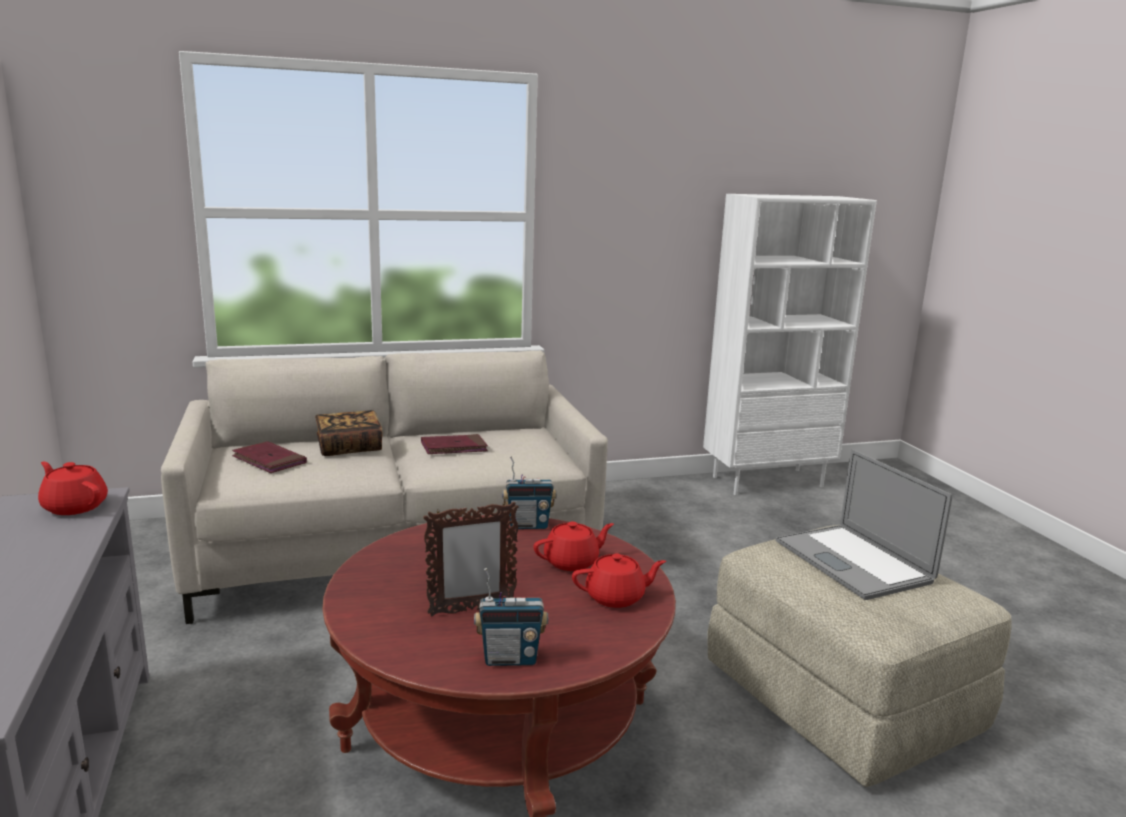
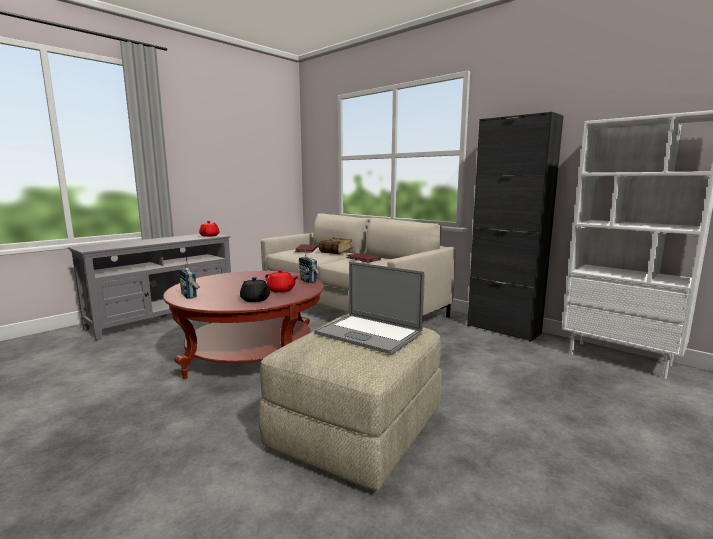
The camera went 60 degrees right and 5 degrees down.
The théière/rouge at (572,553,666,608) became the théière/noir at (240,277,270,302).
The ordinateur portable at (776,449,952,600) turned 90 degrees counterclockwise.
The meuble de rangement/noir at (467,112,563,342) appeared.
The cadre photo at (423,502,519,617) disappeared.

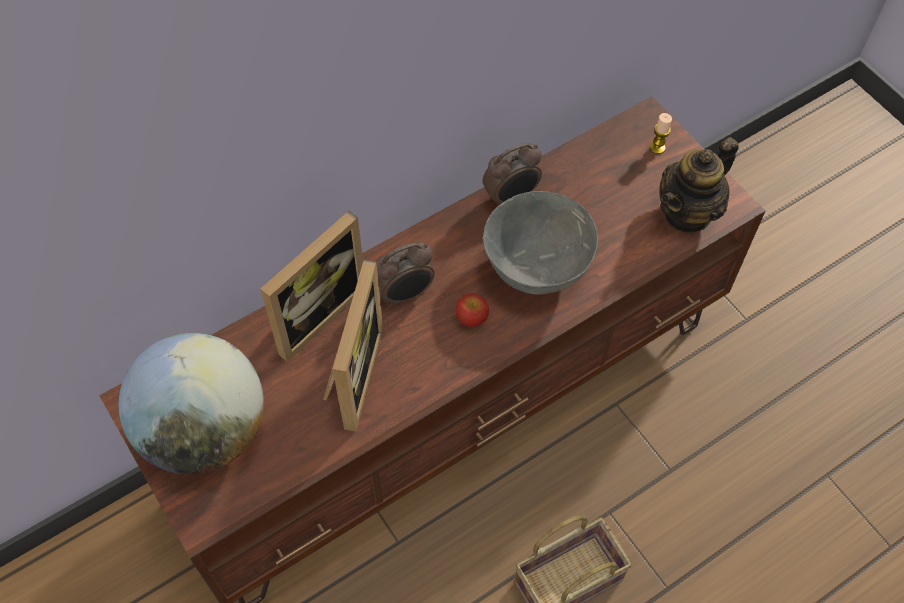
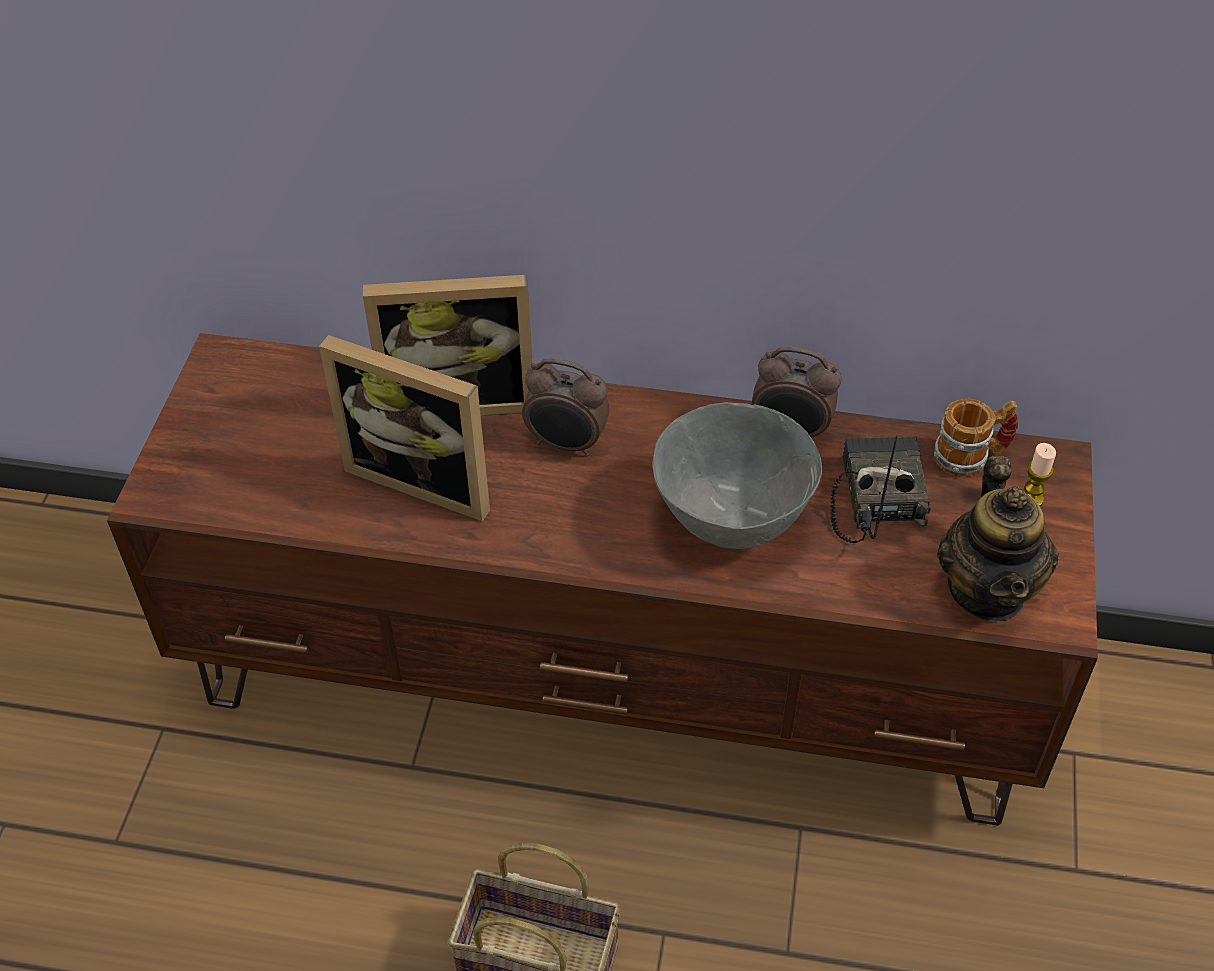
The camera went 45 degrees right and 10 degrees down.
The cadre photo at (323,260,383,431) turned 60 degrees clockwise.
The radio at (830,436,931,543) appeared.
The mug at (934,398,1018,477) appeared.
The théière at (659,137,739,234) turned 90 degrees counterclockwise.
The globe at (118,333,264,475) disappeared.
The pomme at (456,294,489,327) disappeared.

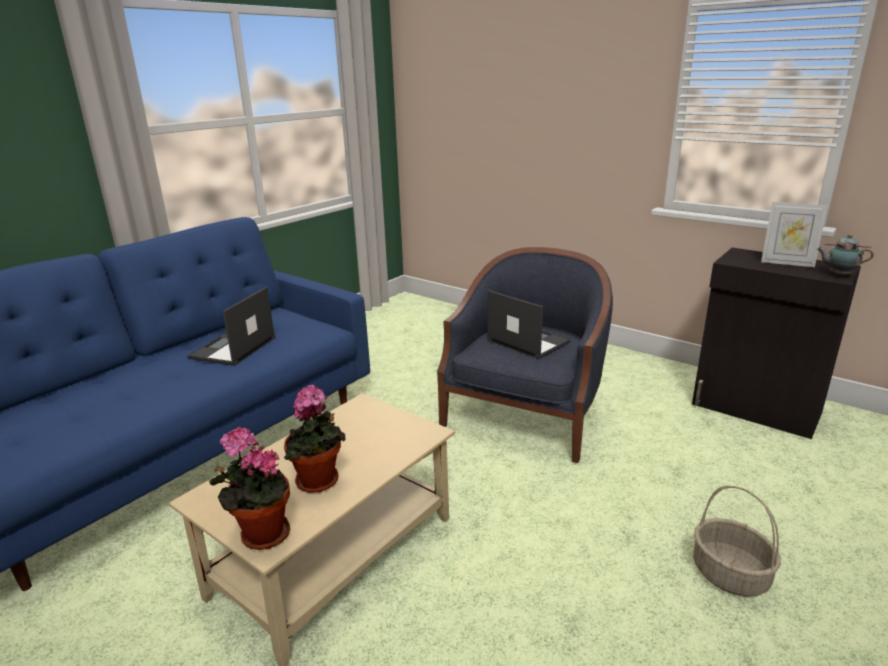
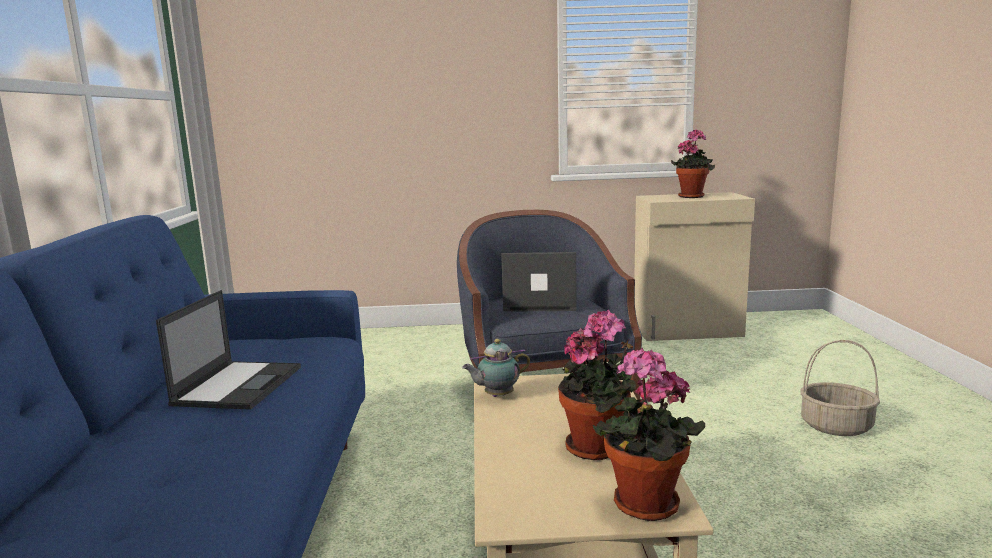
The camera went 40 degrees left and 10 degrees down.
The ordinateur portable at (187,287,275,366) turned 150 degrees counterclockwise.
The théière moved from (817,234,874,276) to (462,339,530,397).
The meuble de rangement/noir at (692,248,861,439) became the meuble de rangement/beige at (634,192,755,341).
The cadre photo at (761,202,828,267) was replaced by the plante en pot at (671,129,715,198).

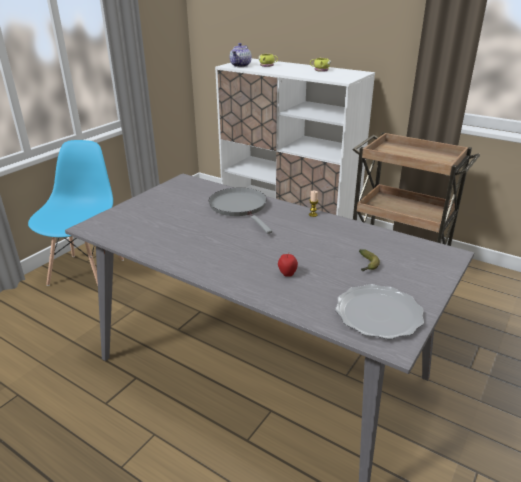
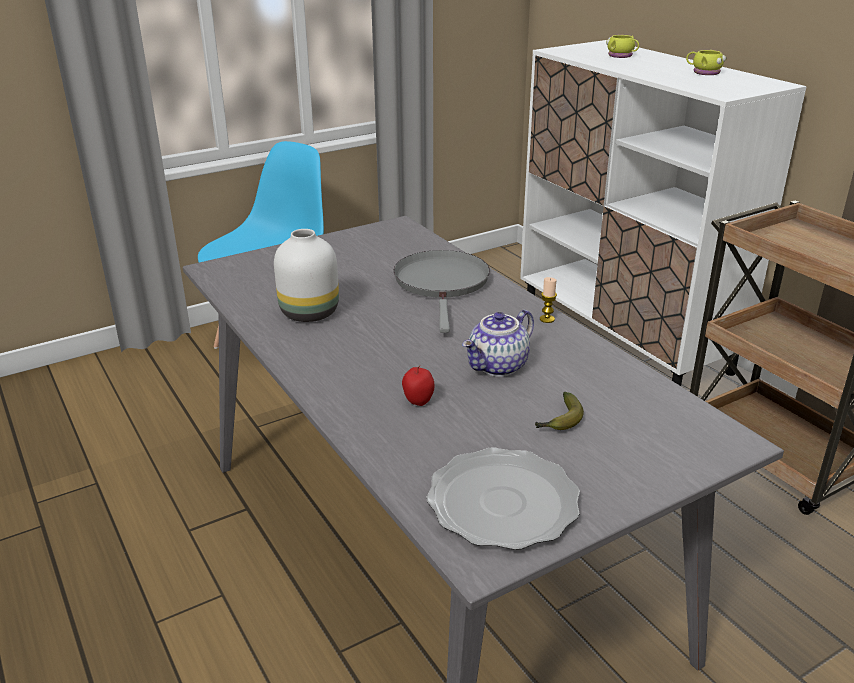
The camera went 25 degrees right and 0 degrees up.
The vase/blanc at (274,229,339,322) appeared.
The théière moved from (230,43,252,67) to (462,309,534,377).

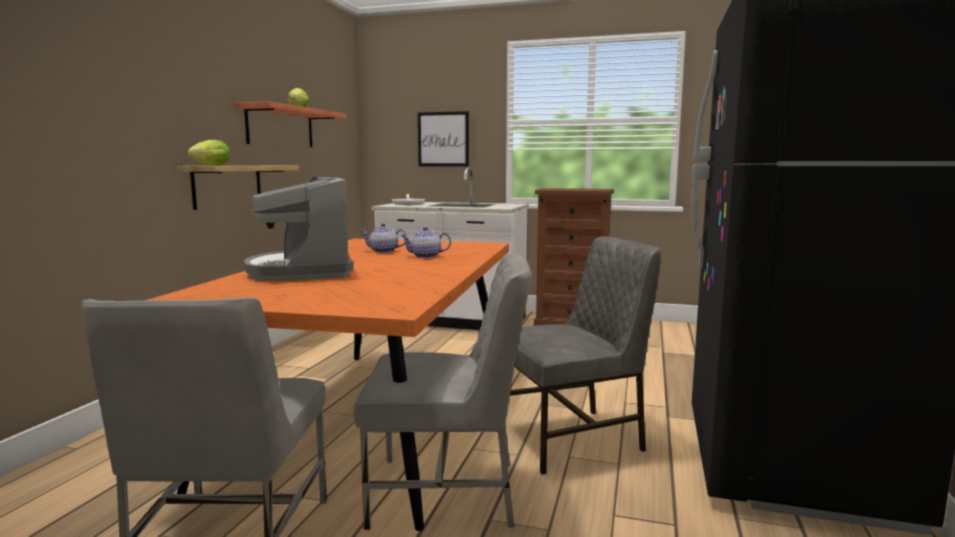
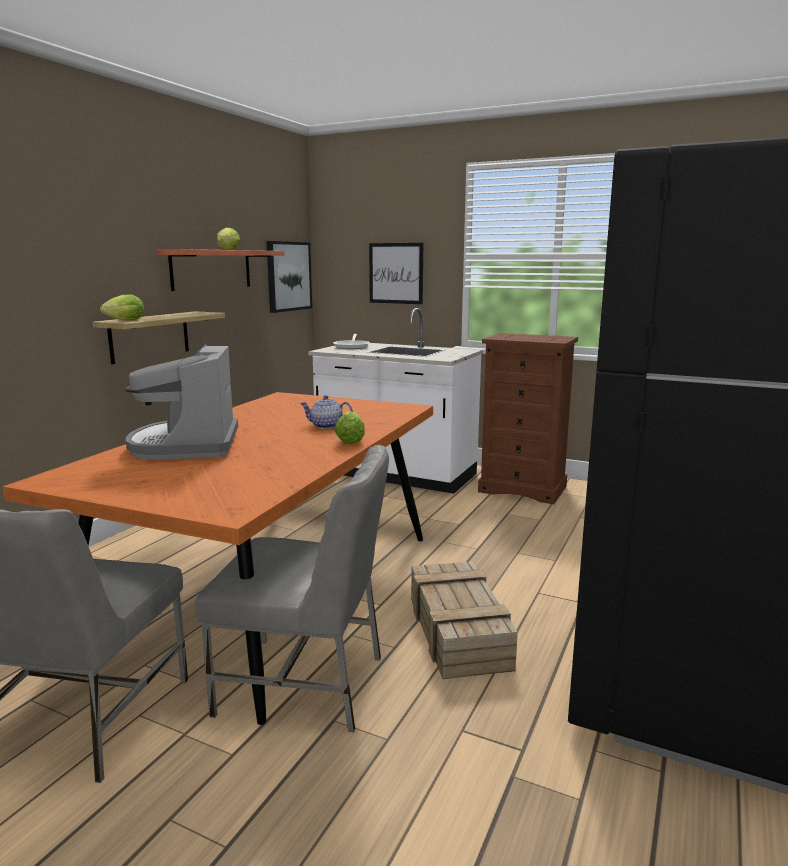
The camera went 10 degrees right and 5 degrees up.
The tableau at (266,241,312,313) appeared.
The laitue at (334,411,365,444) appeared.
The chaise/gris at (510,236,661,475) was replaced by the caisse at (411,561,518,679).
The théière at (360,223,407,253) disappeared.

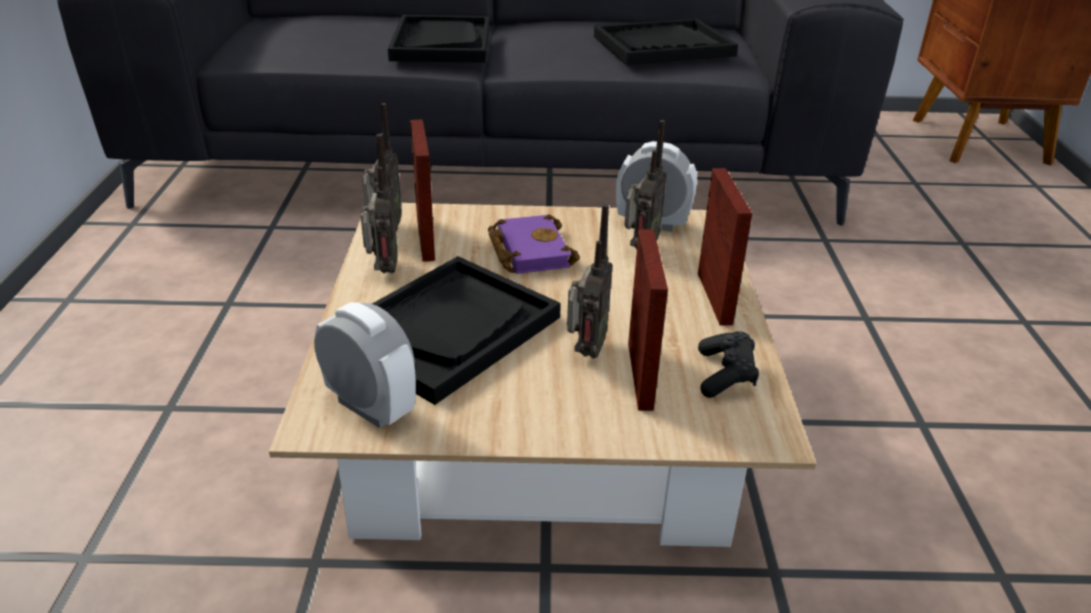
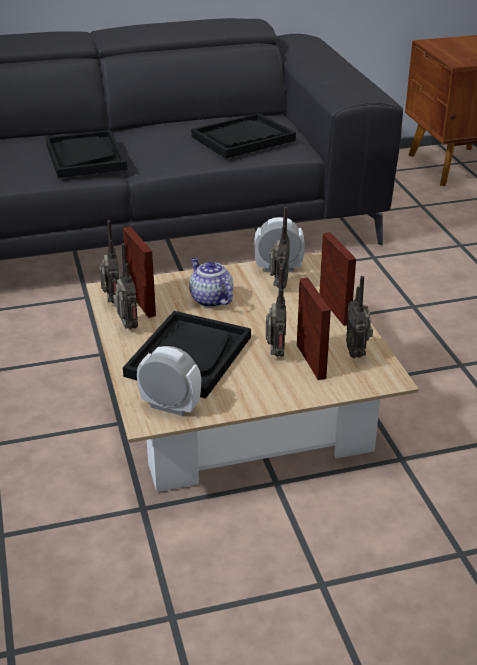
The camera went 15 degrees left and 0 degrees up.
The livre/violet at (488,214,580,274) was replaced by the théière at (189,257,233,307).
The manette/noir at (698,331,759,398) was replaced by the radio at (346,276,373,358).

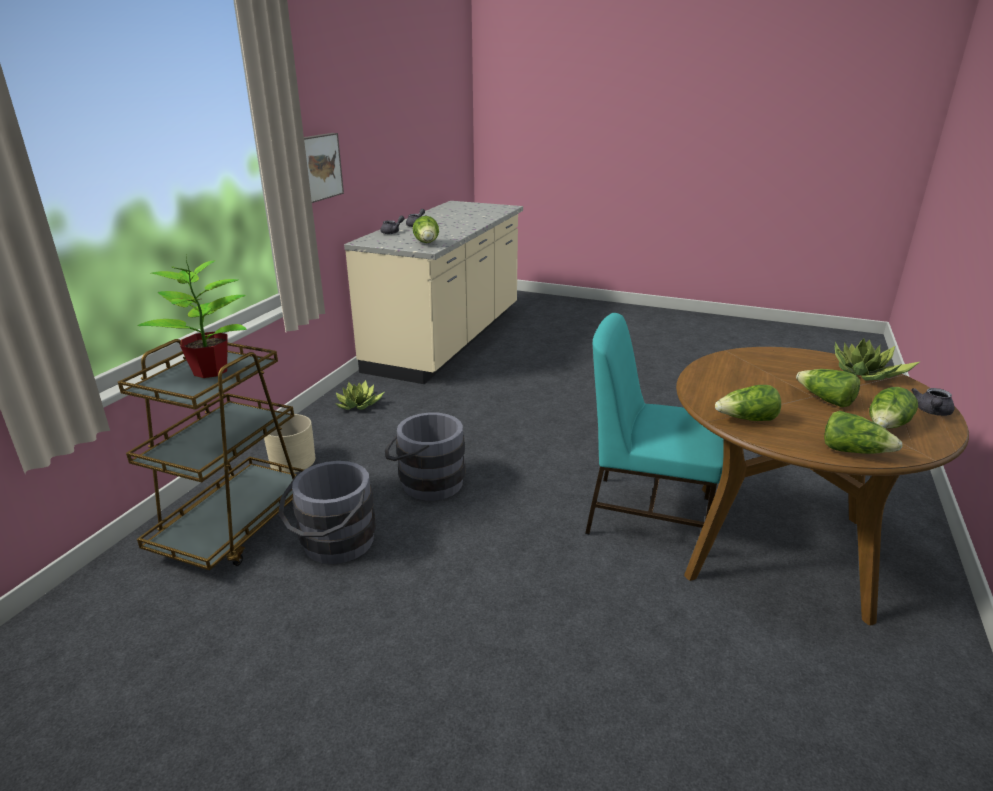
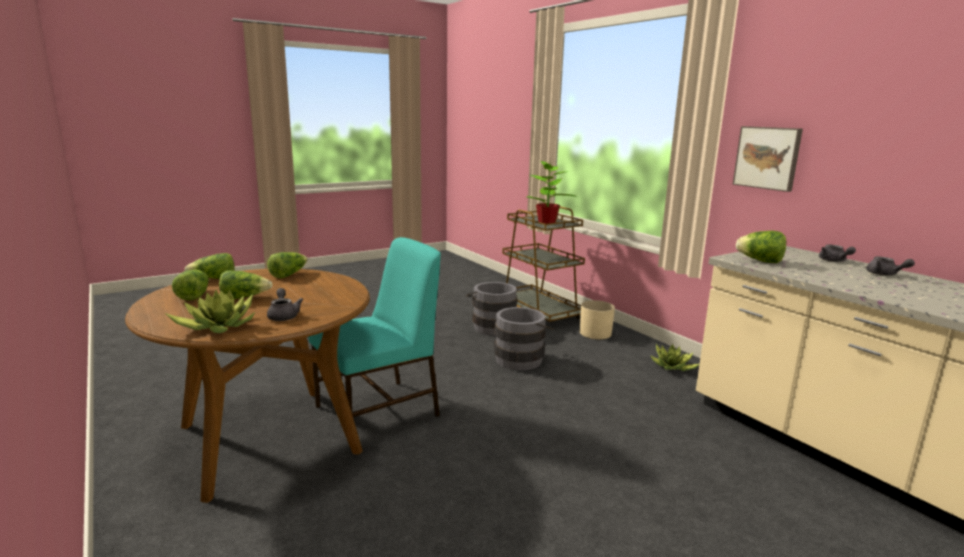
The camera went 125 degrees right and 10 degrees down.
The théière/gris moved from (911,388,955,416) to (267,288,304,321).

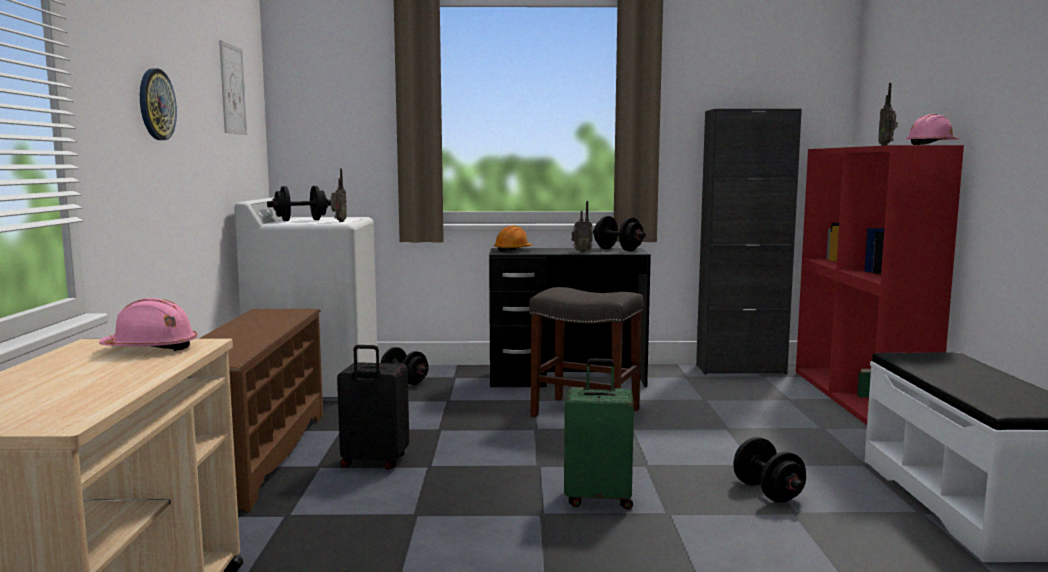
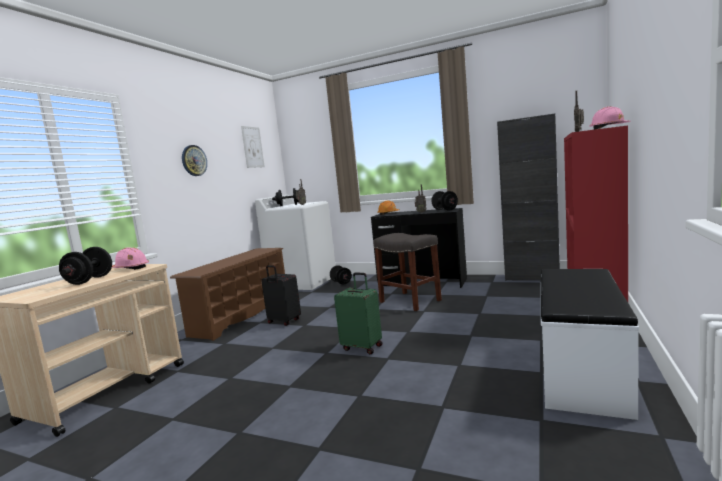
The camera went 25 degrees right and 0 degrees up.
The haltère/noir moved from (733,437,806,503) to (59,247,112,285).

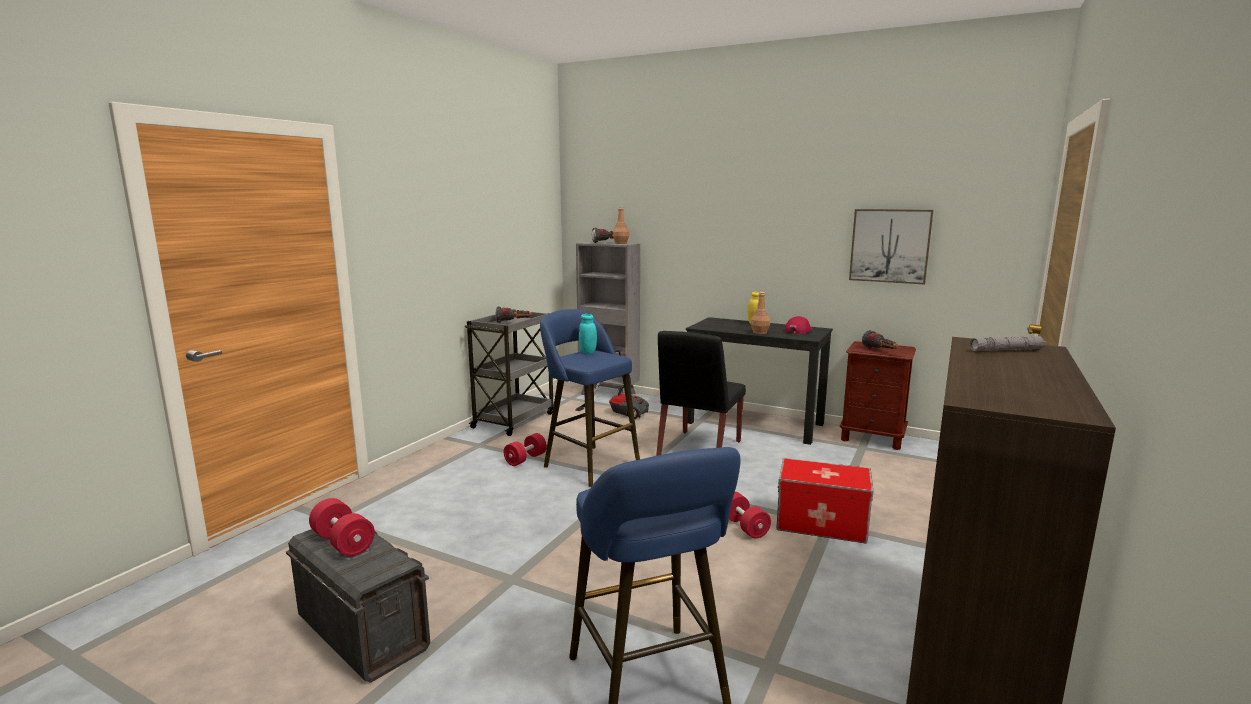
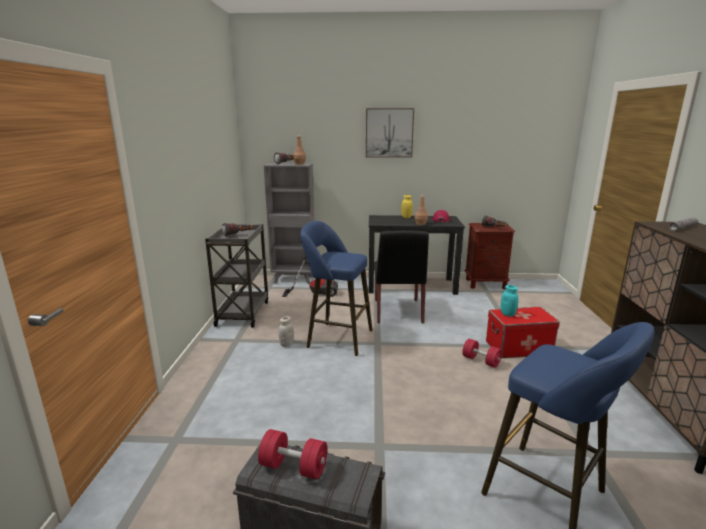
The camera went 25 degrees left and 5 degrees up.
The haltère/rouge at (504,433,547,466) was replaced by the bocal/blanc at (278,316,294,347).
The tableau moved from (849,209,933,285) to (366,108,414,158).
The bocal/turquoise moved from (579,314,597,354) to (501,285,518,316).

